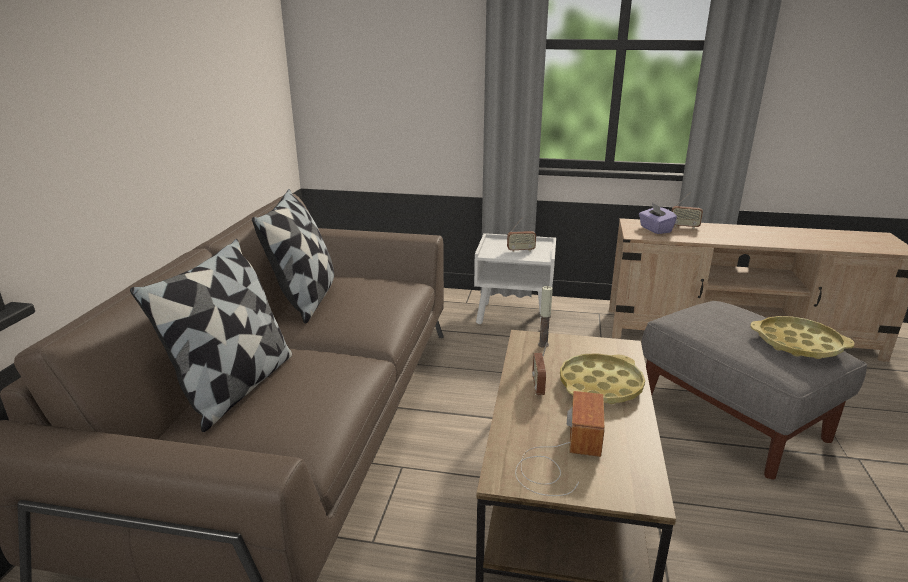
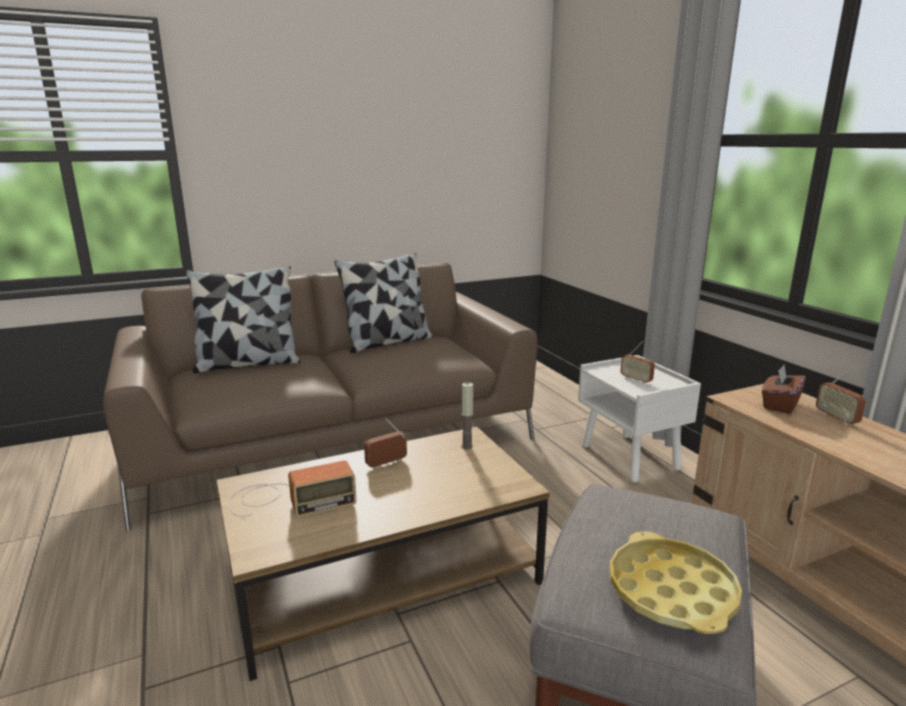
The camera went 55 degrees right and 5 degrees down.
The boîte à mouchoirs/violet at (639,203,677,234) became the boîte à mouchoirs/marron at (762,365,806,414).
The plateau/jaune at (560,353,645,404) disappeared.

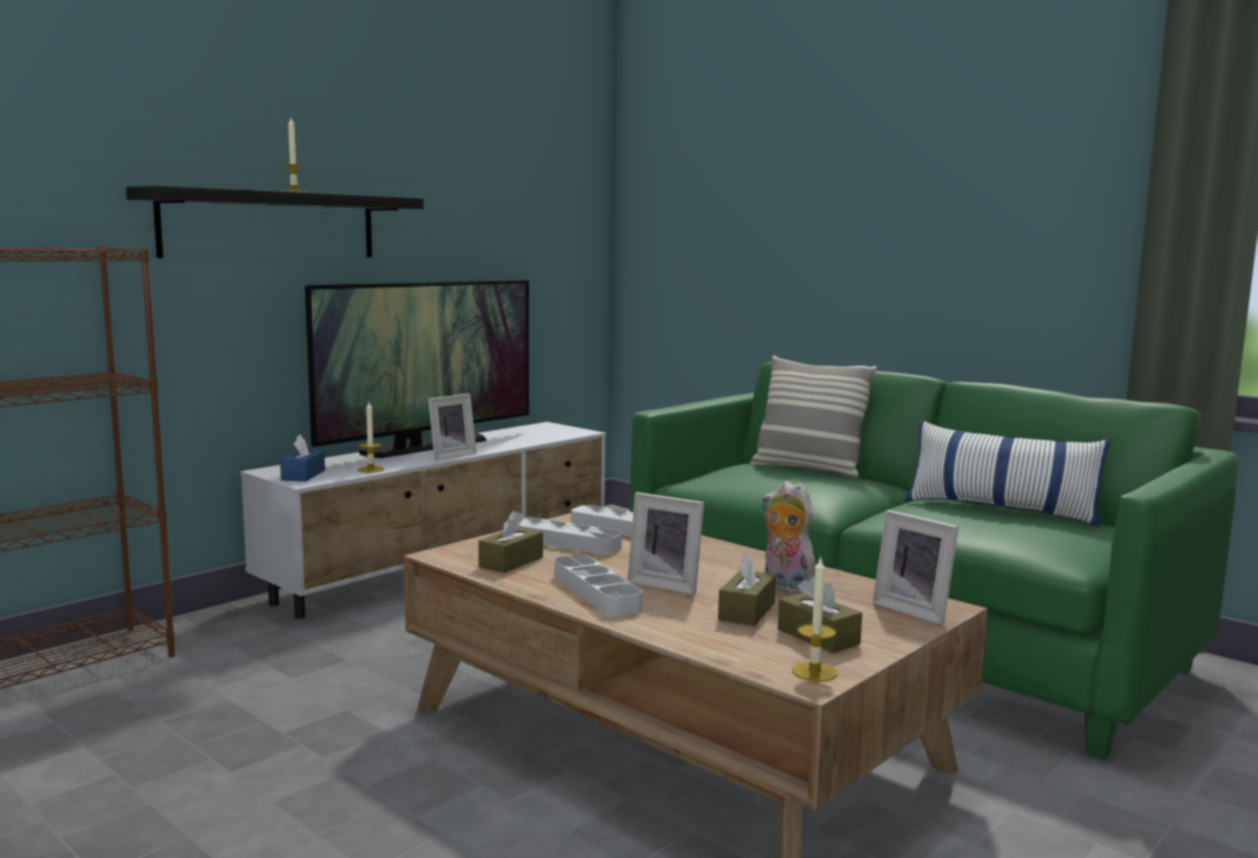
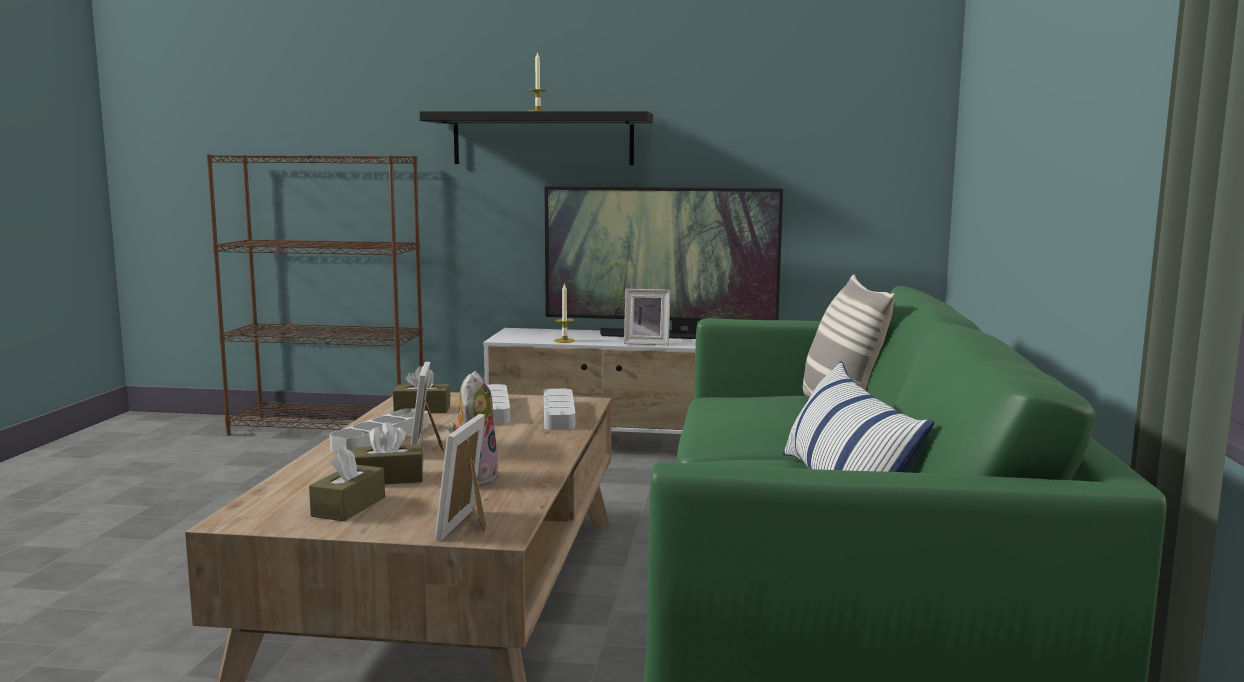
The camera went 55 degrees right and 0 degrees up.
The boîte à mouchoirs/bleu at (280,434,325,481) disappeared.
The bougie at (792,556,837,682) disappeared.

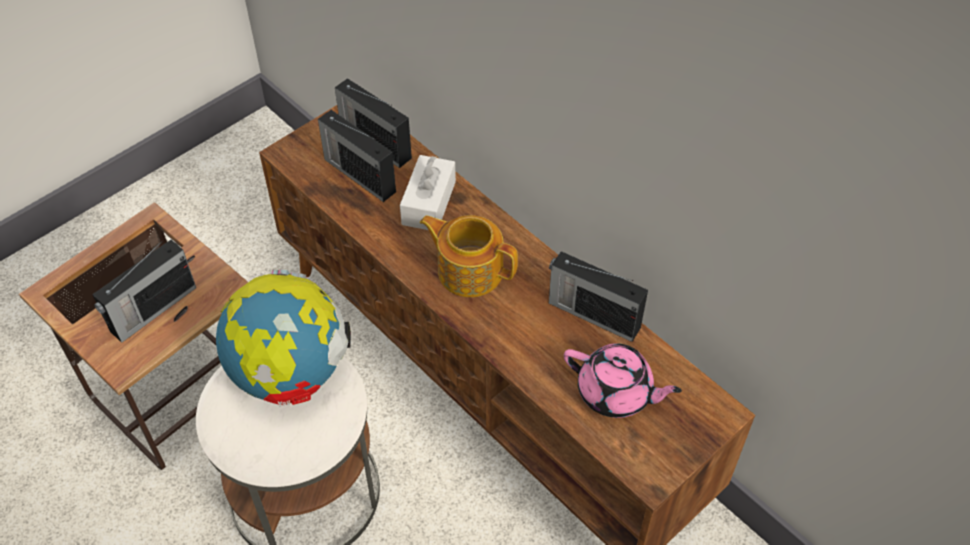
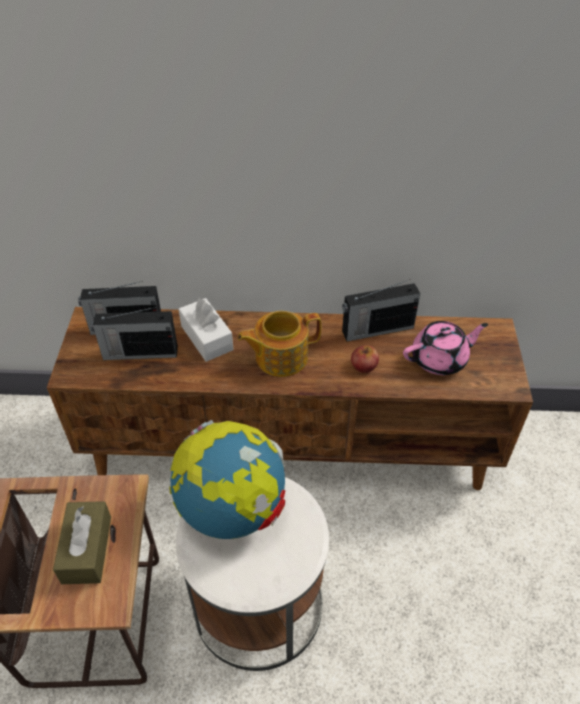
The camera went 45 degrees left and 5 degrees down.
The radio at (92,240,196,343) was replaced by the boîte à mouchoirs/marron at (53,501,111,584).
The pomme at (351,345,379,373) appeared.

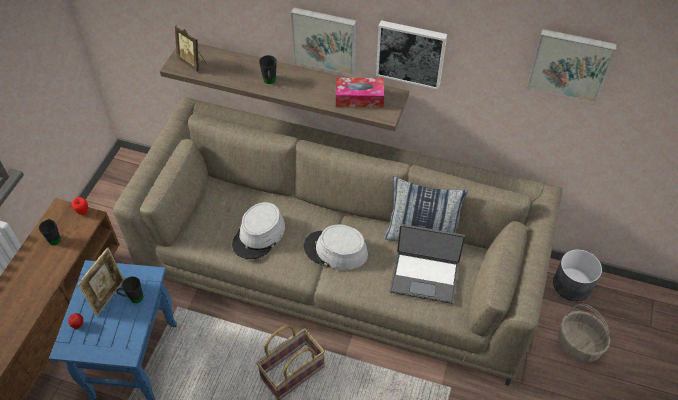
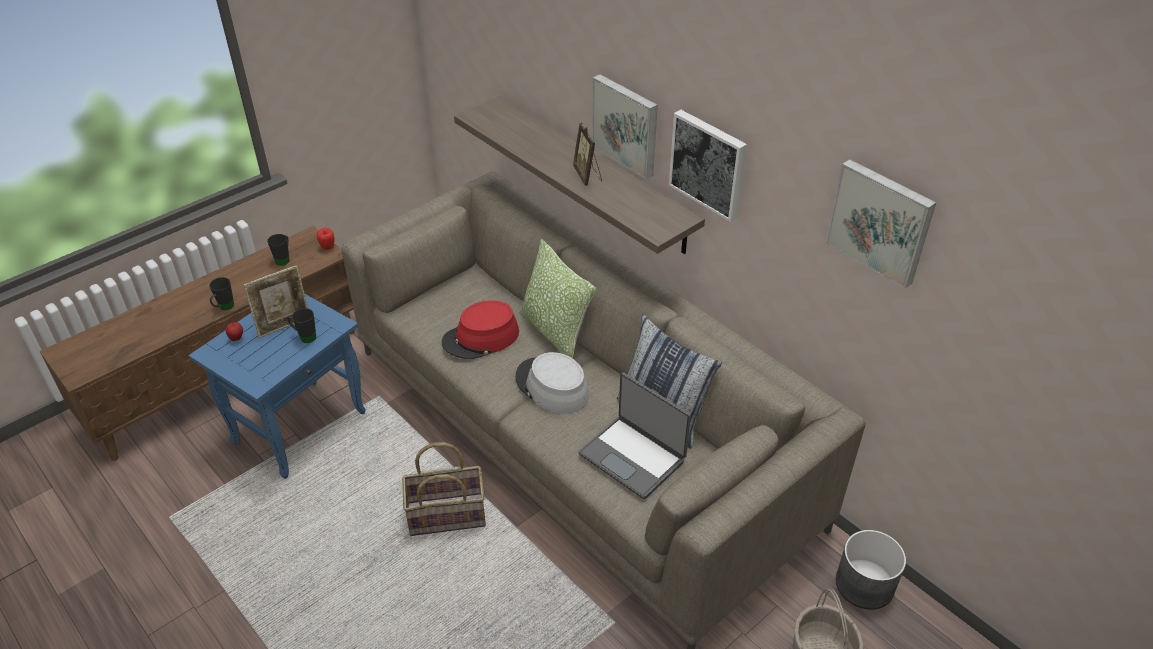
The camera went 30 degrees right and 10 degrees down.
The mug/noir moved from (259,55,277,84) to (209,277,234,310).
The chapeau/gris at (232,202,285,259) became the chapeau/rouge at (442,300,519,359).
The coussin at (519,239,596,358) appeared.
The cadre photo moved from (175,25,206,72) to (573,122,602,186).
The boîte à mouchoirs at (336,78,384,108) disappeared.

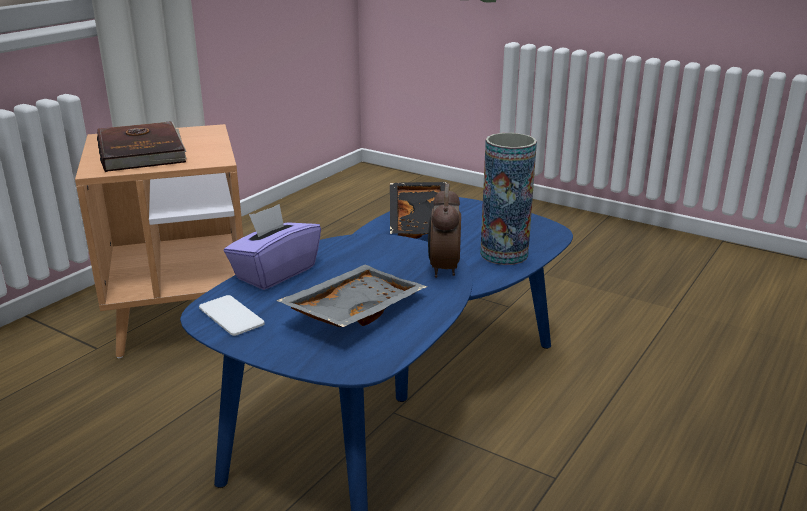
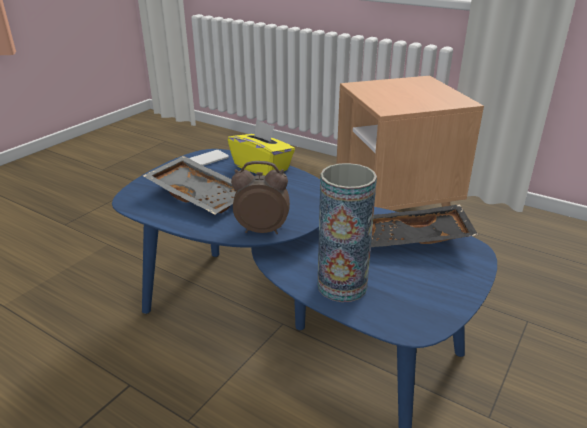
The camera went 90 degrees right and 5 degrees up.
The boîte à mouchoirs/violet at (224,204,321,290) became the boîte à mouchoirs/jaune at (228,120,295,175).
The livre/marron at (97,121,187,172) disappeared.

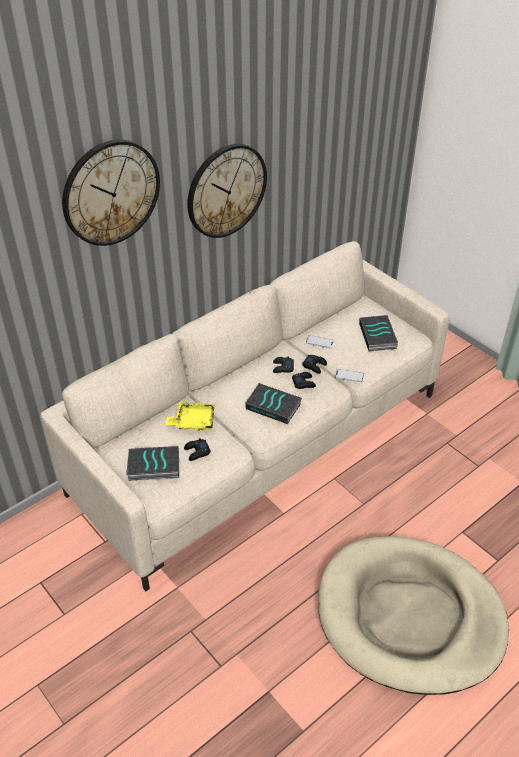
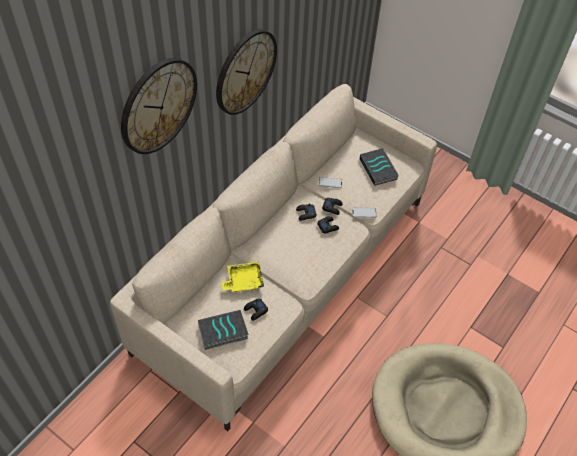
The camera went 15 degrees left and 10 degrees up.
The livre at (245,383,302,424) disappeared.

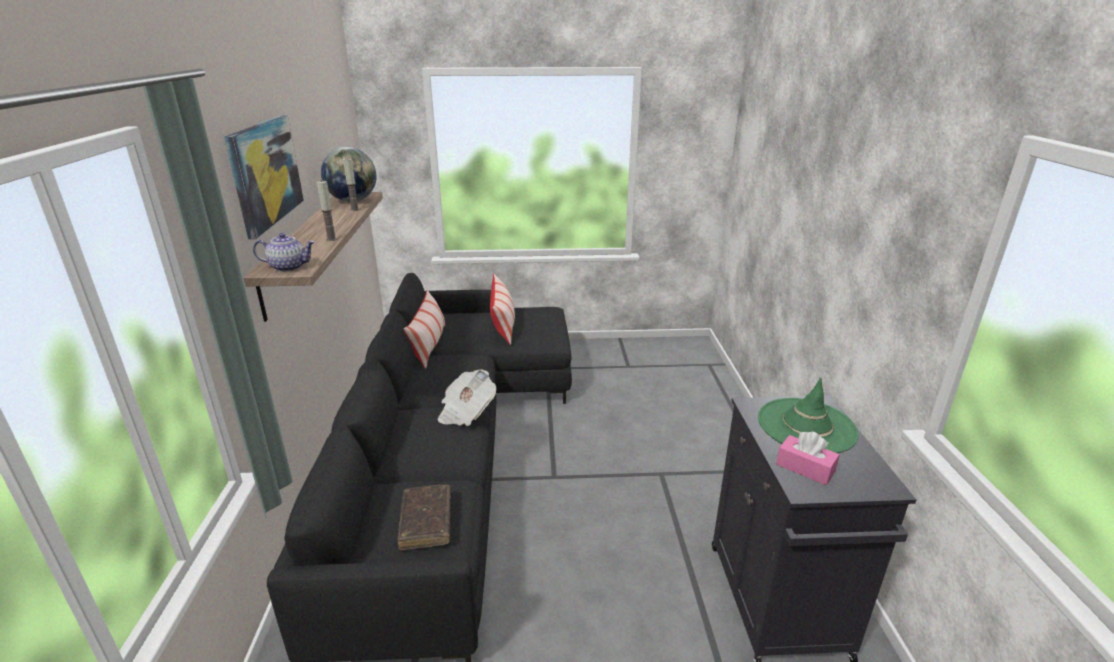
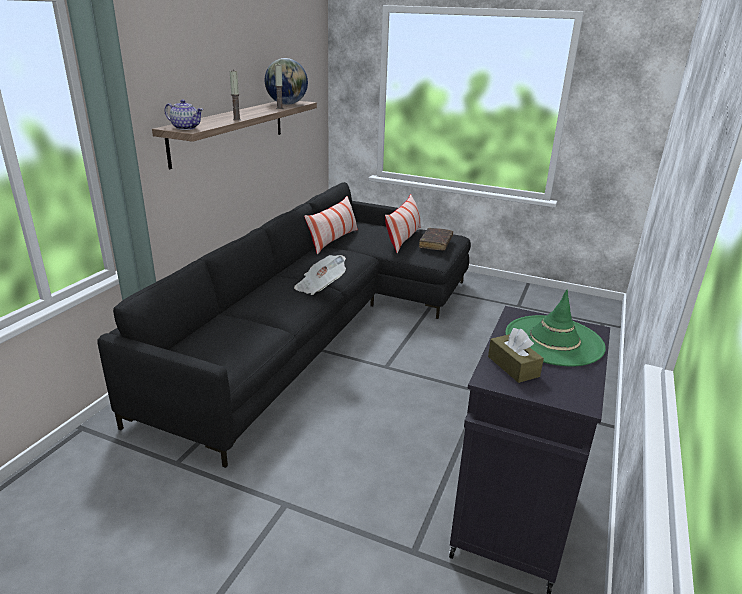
The camera went 25 degrees right and 0 degrees up.
The livre/marron moved from (398,485,451,551) to (419,228,453,250).
The boîte à mouchoirs/rose at (776,432,840,485) became the boîte à mouchoirs/marron at (488,328,544,383).
The tableau at (224,115,304,239) disappeared.

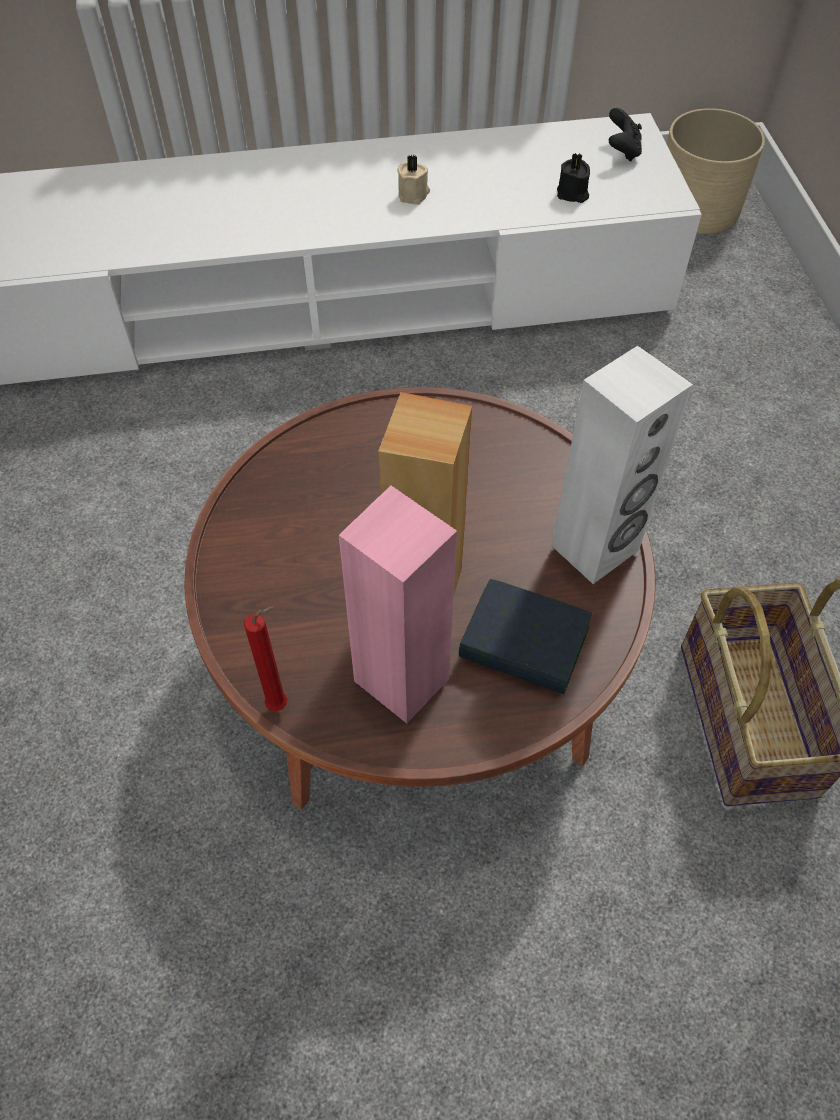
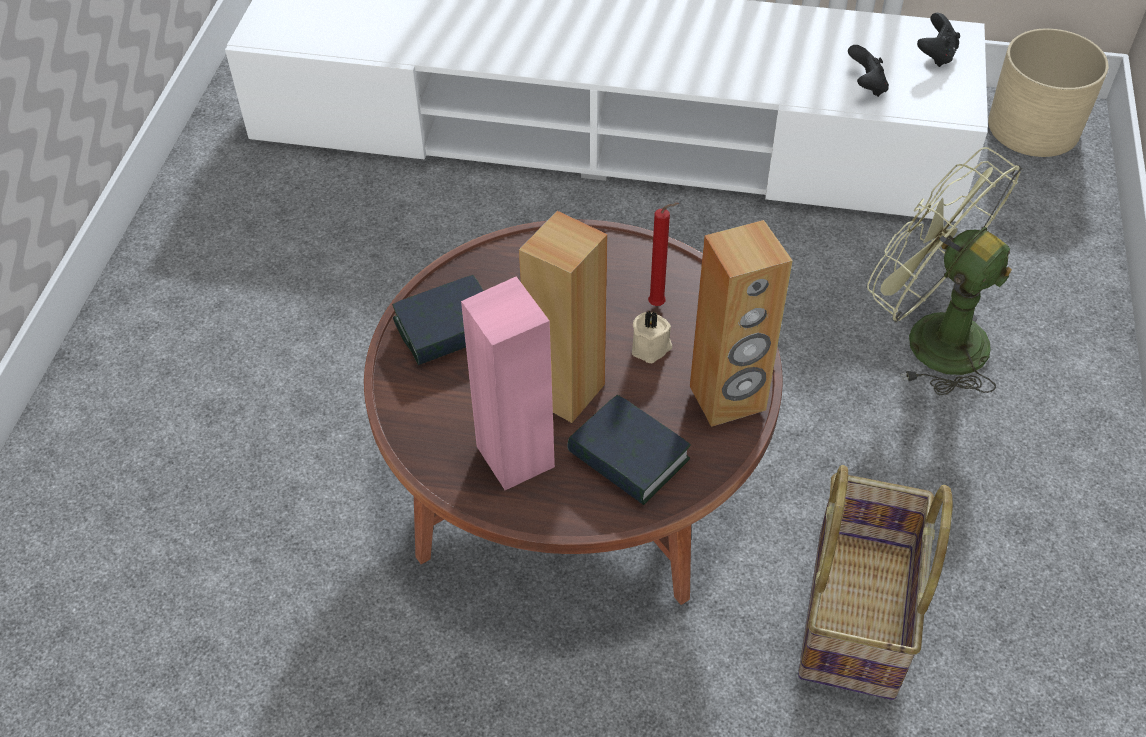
The camera went 20 degrees right and 5 degrees down.
The livre at (392,275,483,365) appeared.
The bougie/beige moved from (397,155,430,205) to (632,311,672,363).
The bougie/rouge moved from (244,606,287,711) to (648,203,679,306).
The enceinte/blanc at (551,346,693,584) became the enceinte/marron at (690,220,793,427).
The bougie/noir at (557,153,590,203) was replaced by the manette/noir at (848,45,889,97).
The ventilateur/vert at (867,147,1022,395) appeared.

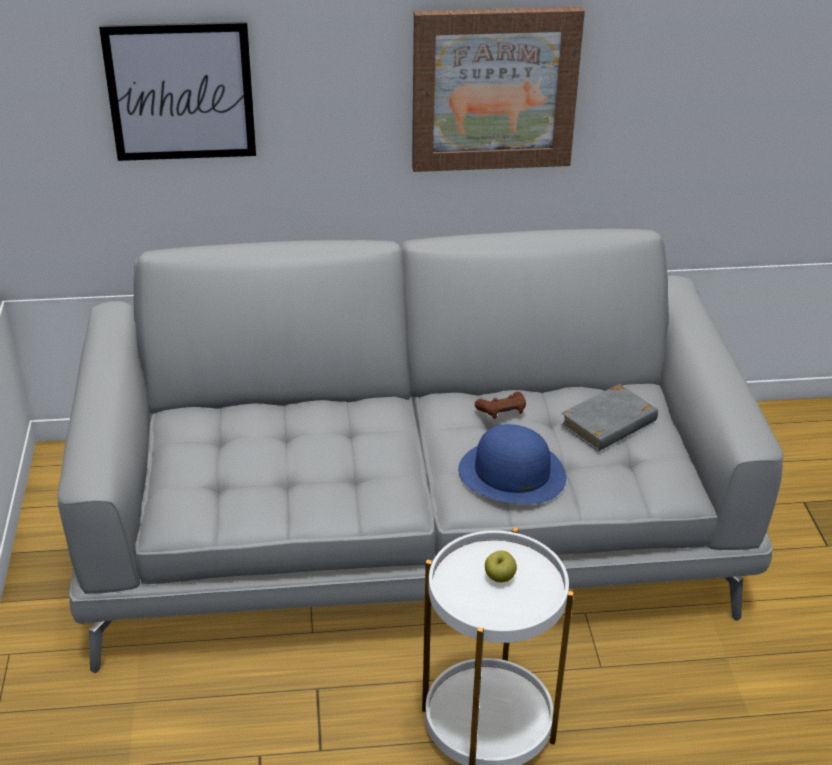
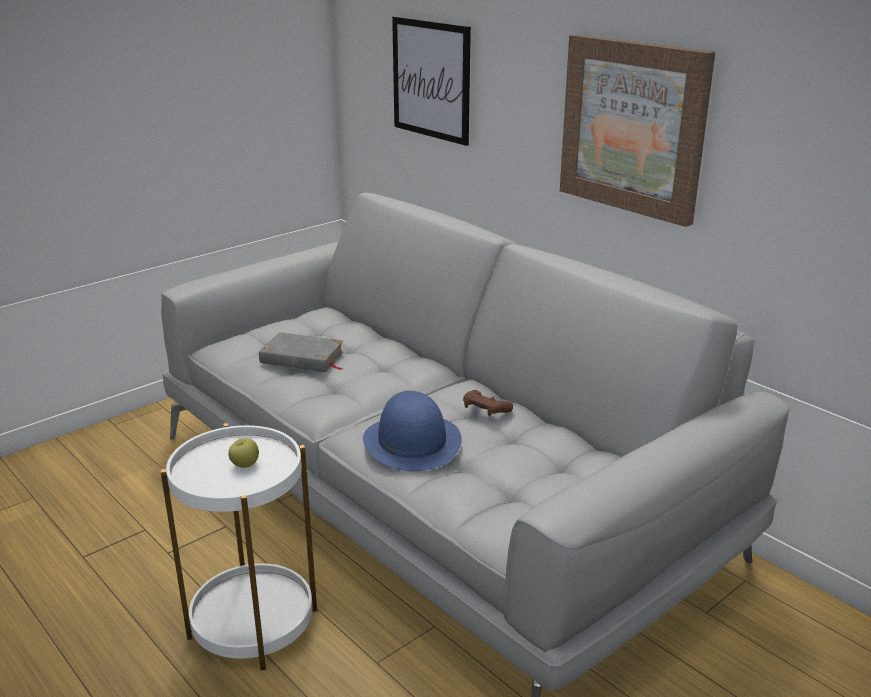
The camera went 55 degrees right and 10 degrees down.
The livre/gris moved from (560,384,658,451) to (259,332,344,372).

